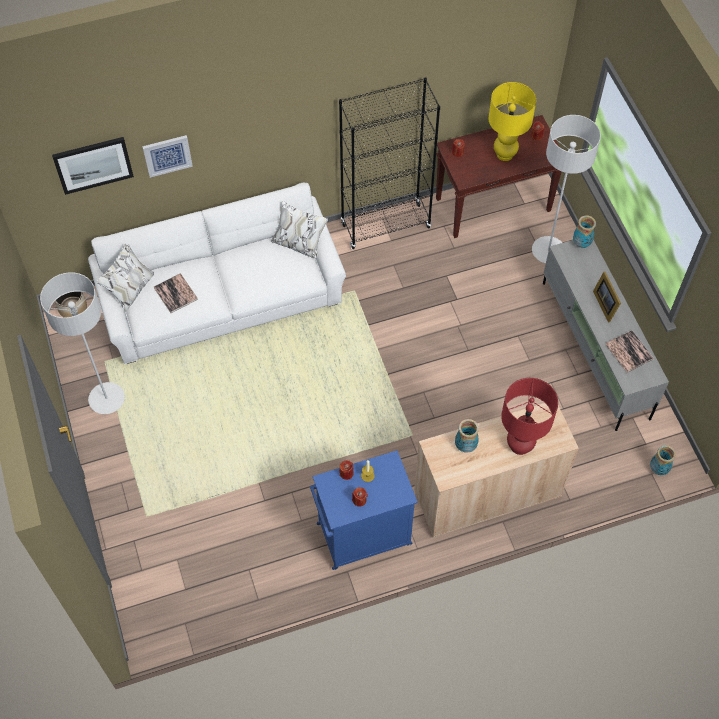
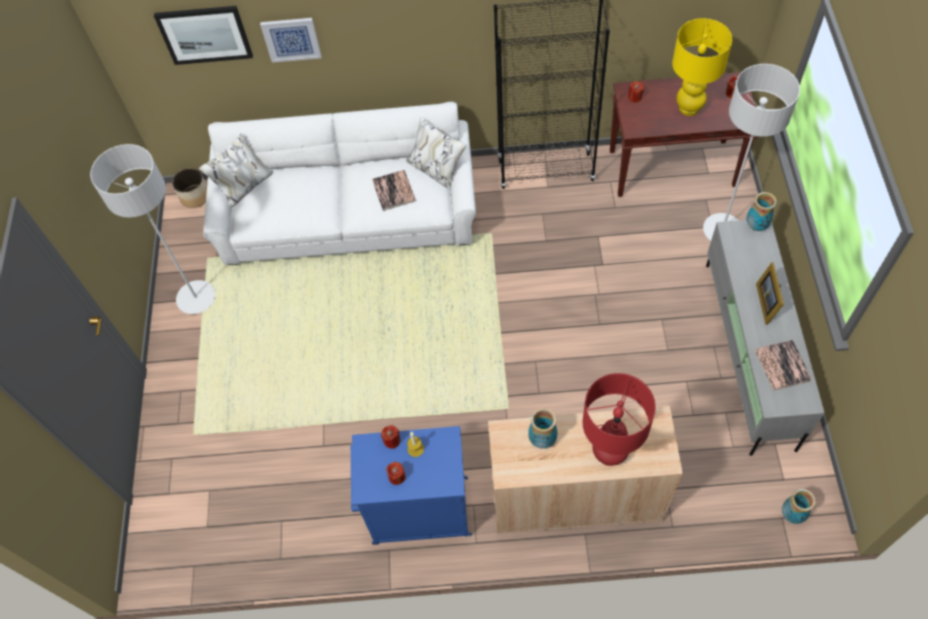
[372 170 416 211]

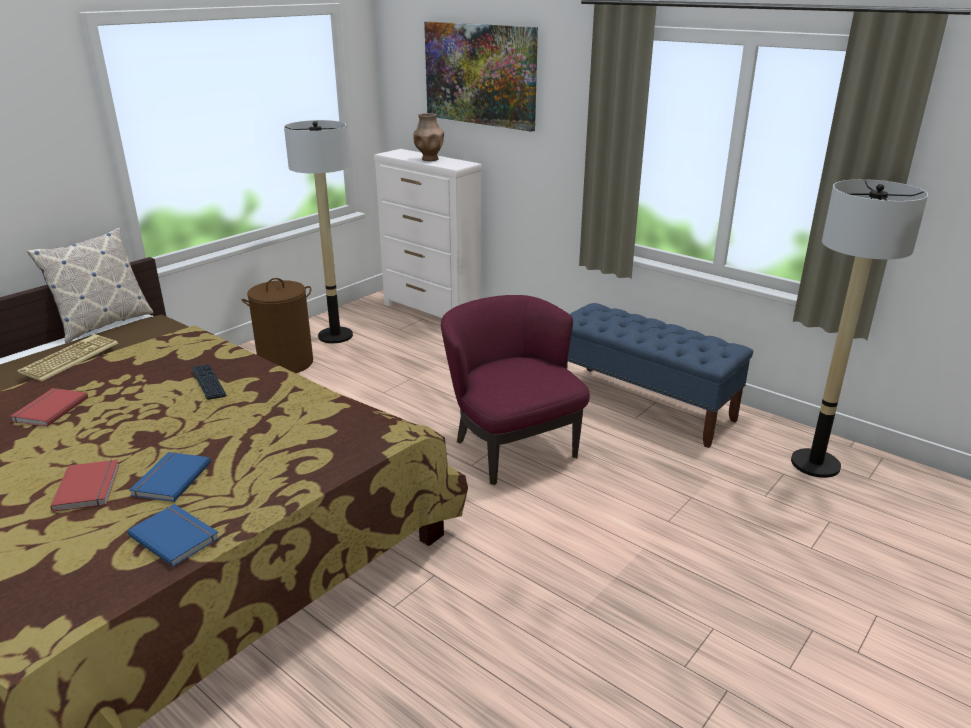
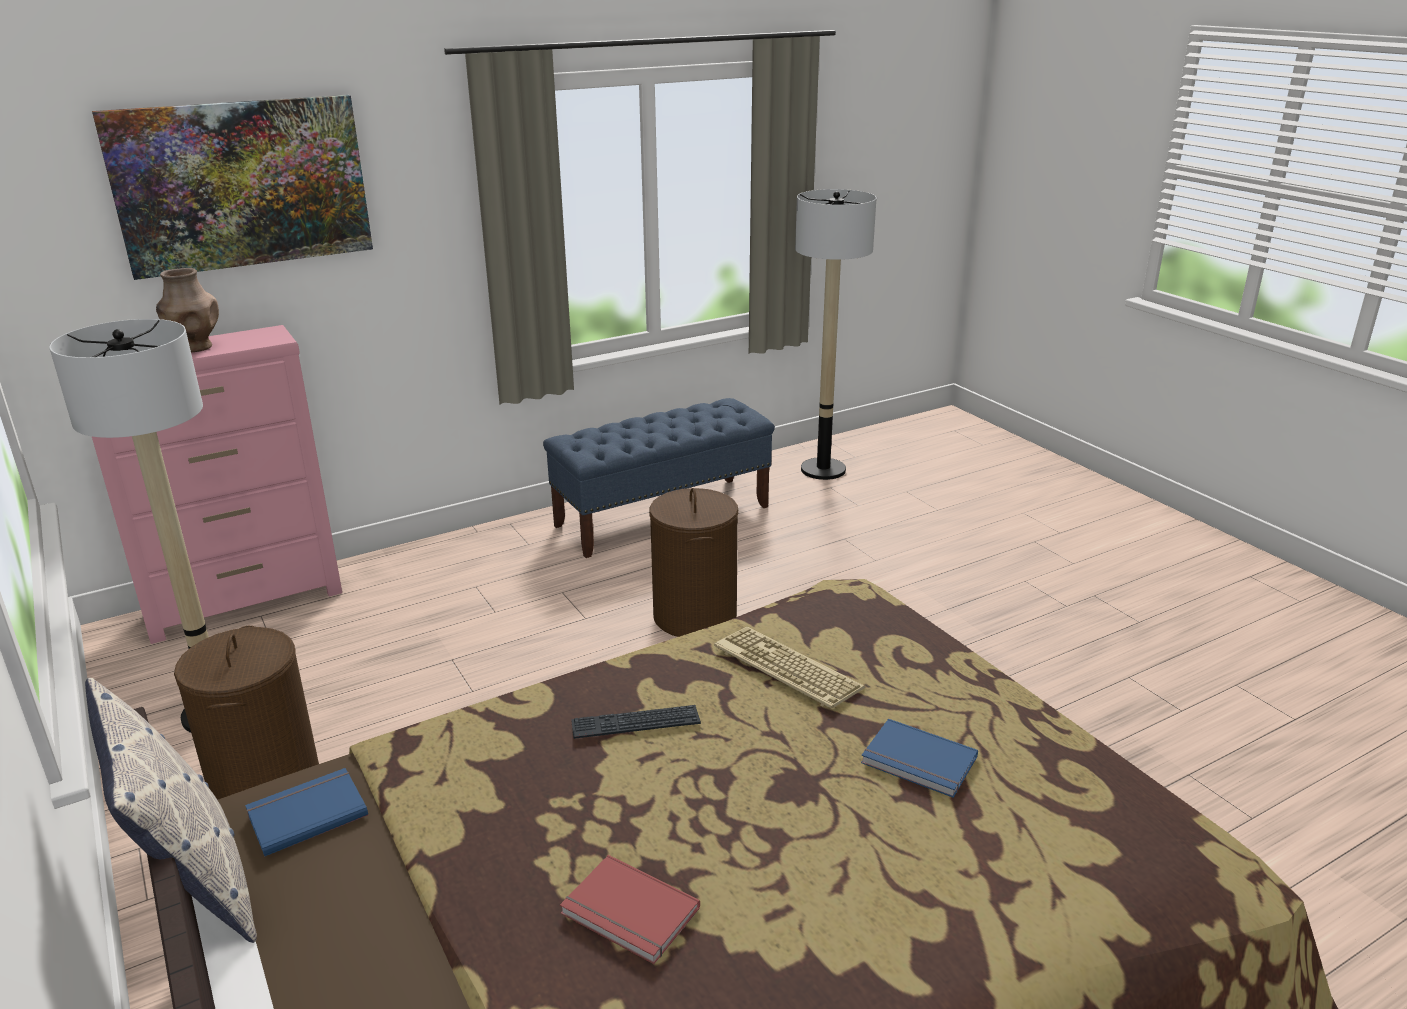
[714 627 865 709]
[50 460 119 512] (first image)
[245 768 368 856]
[92 325 342 644]
[649 488 738 637]

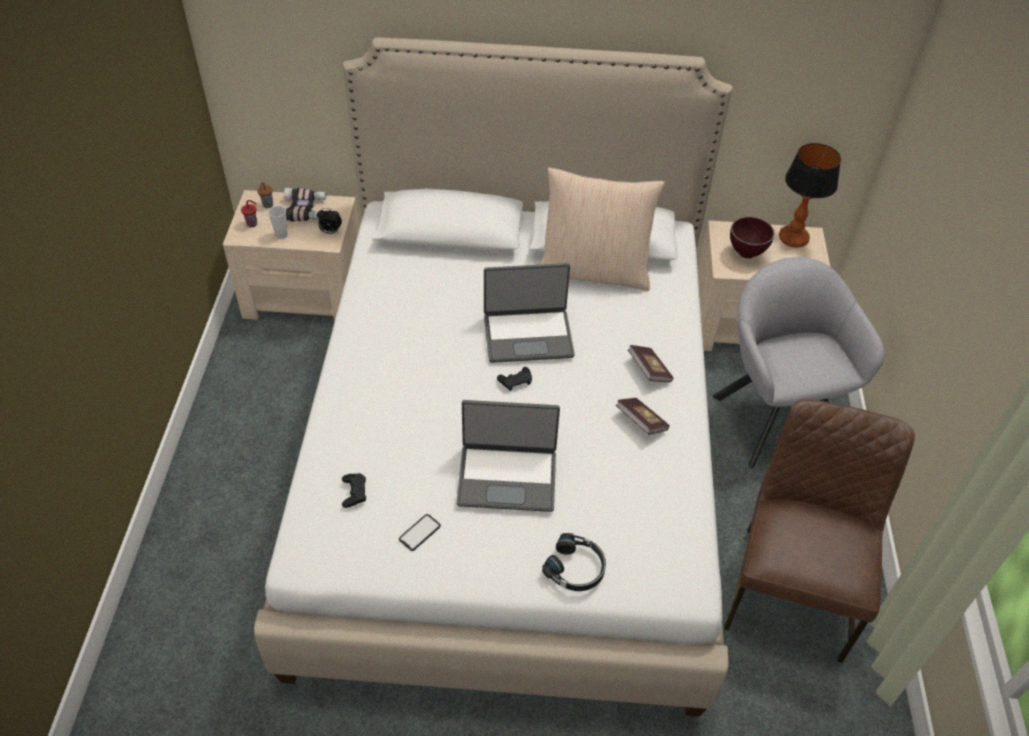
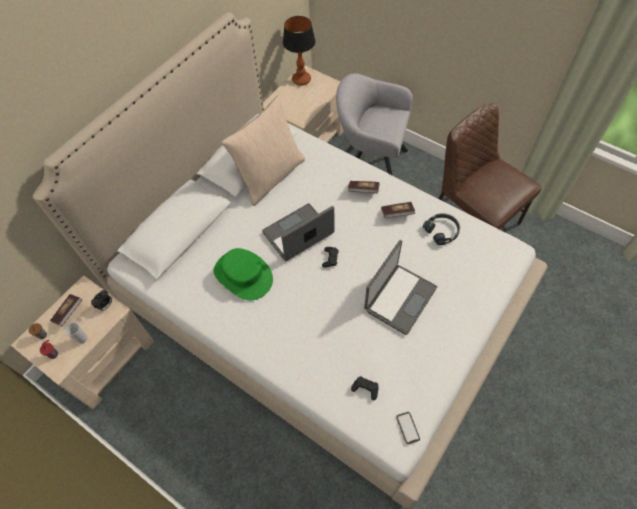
[50 294 83 326]
[396 412 420 444]
[262 203 334 261]
[423 213 460 245]
[730 217 775 259] (first image)
[214 248 273 300]

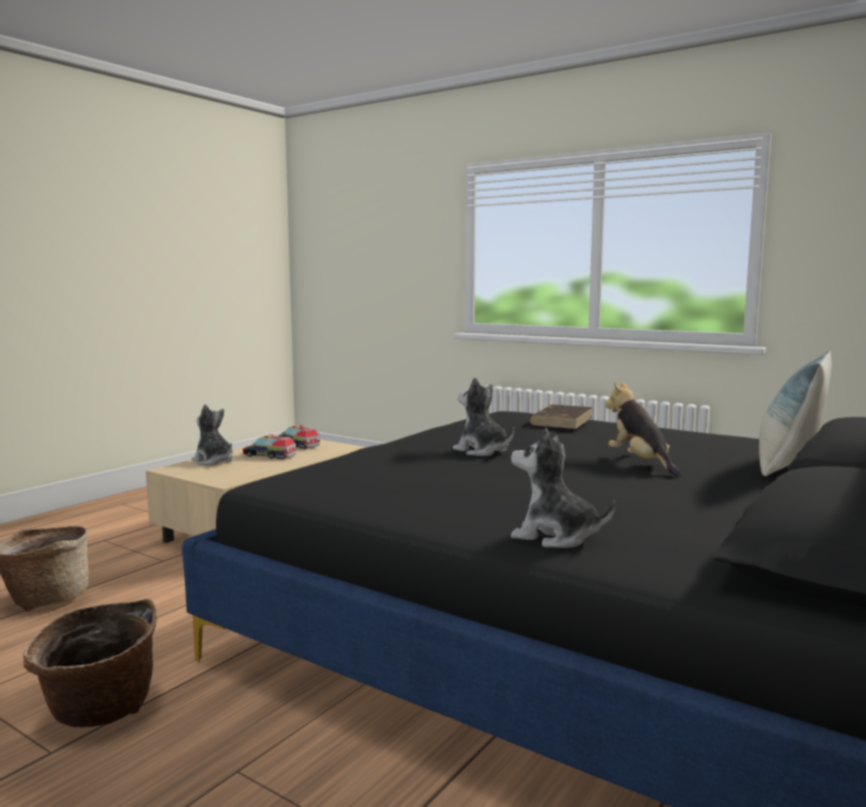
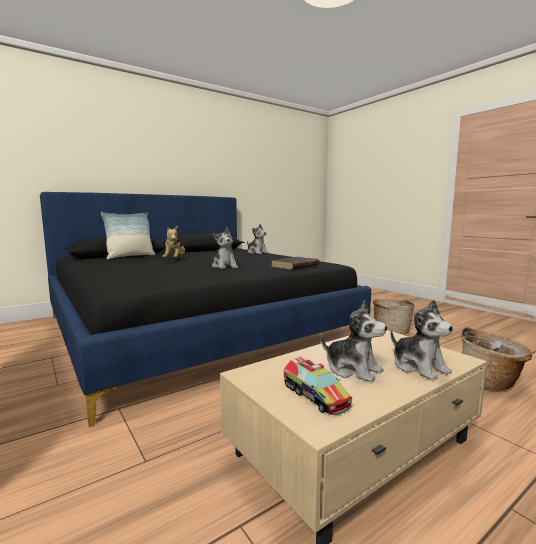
[321 301 387 382]
[271 257 320 270]

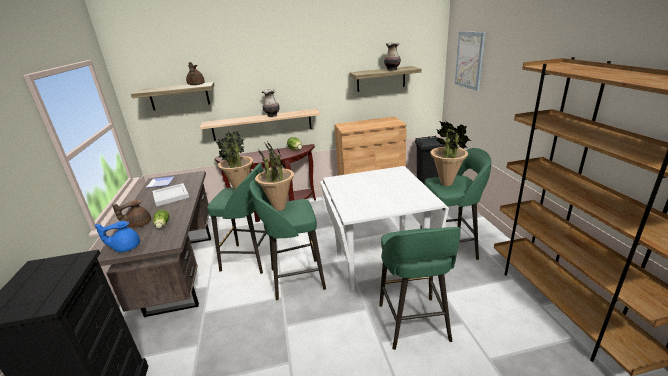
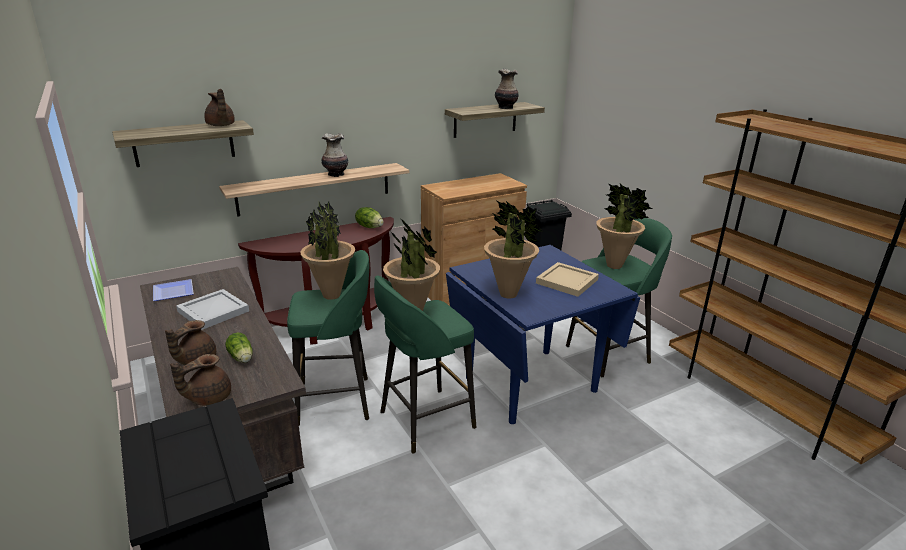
[170 354 231 406]
[446 245 640 424]
[379 227 461 350] (first image)
[455 31 485 91] (first image)
[484 201 544 299]
[536 262 599 297]

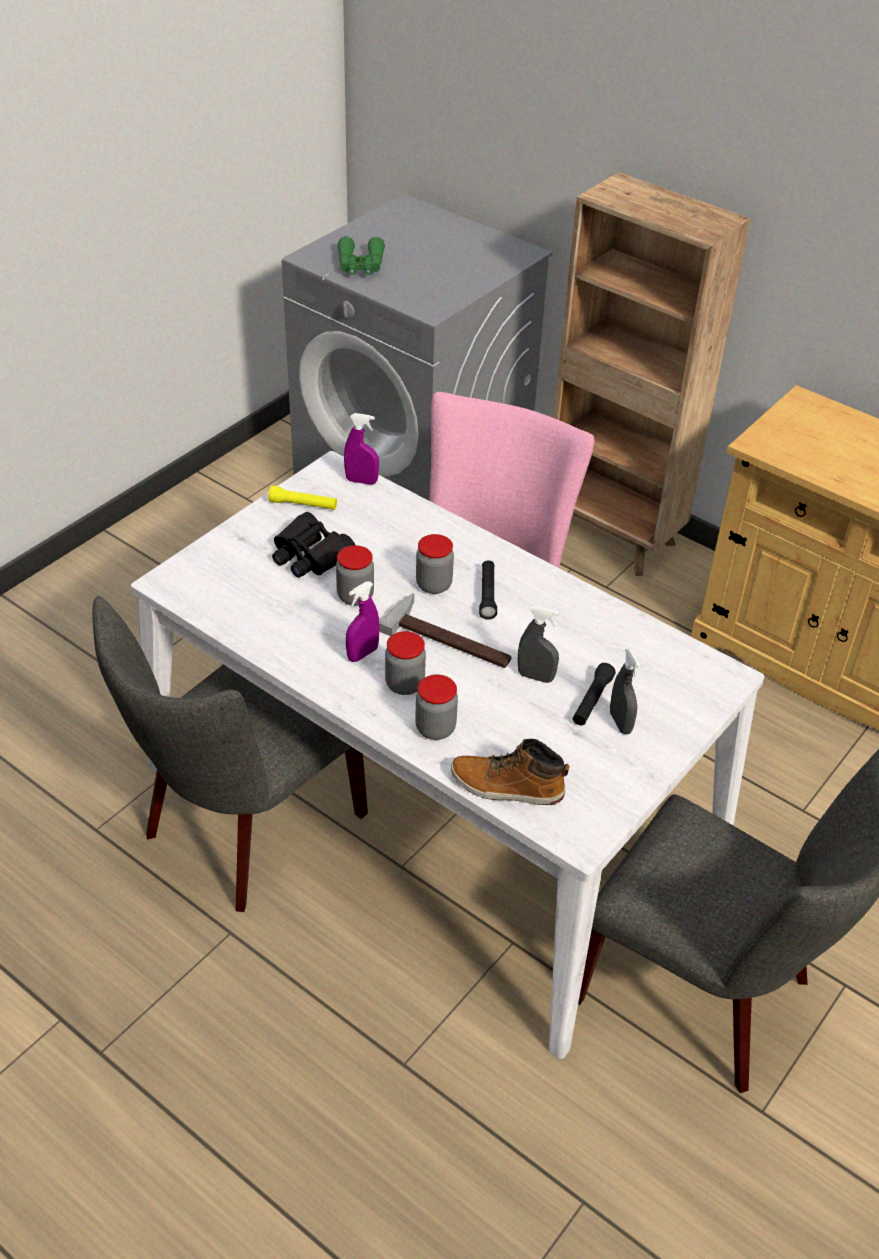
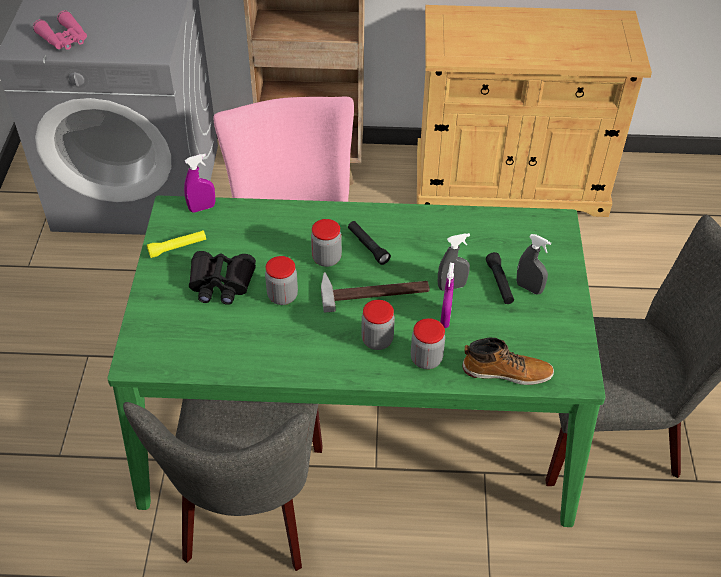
[107 196 605 527]
[33 10 87 50]
[440 263 454 328]
[463 337 554 385]

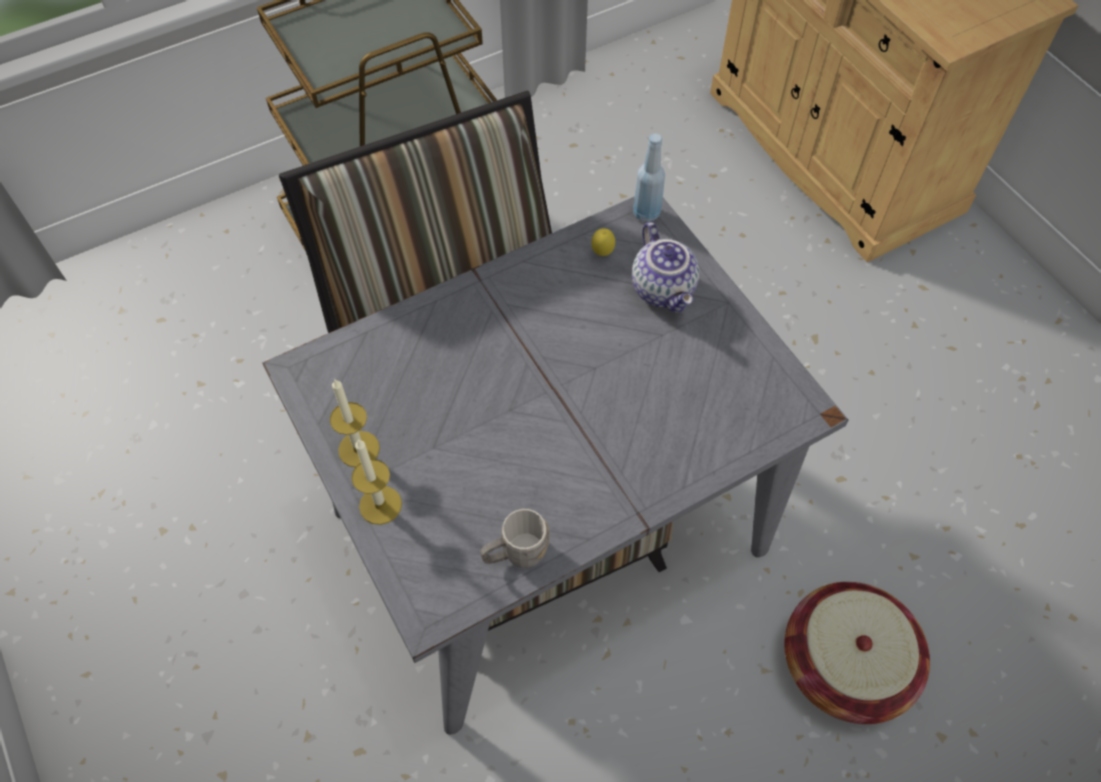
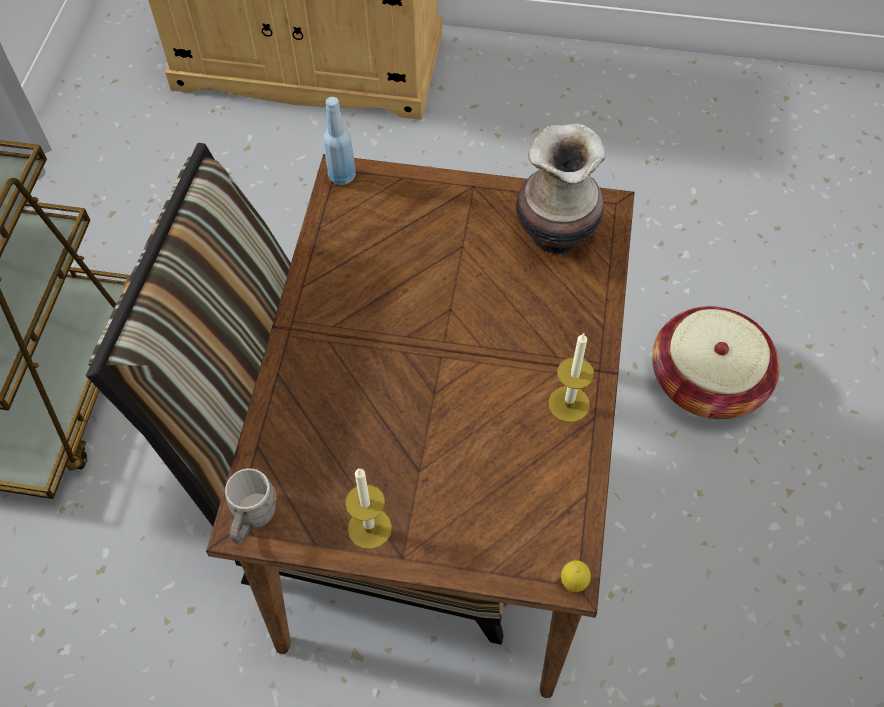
[206 154 635 698]
[549 333 594 422]
[225 468 277 544]
[561 560 591 592]
[632 222 700 313] (first image)
[516 123 606 255]

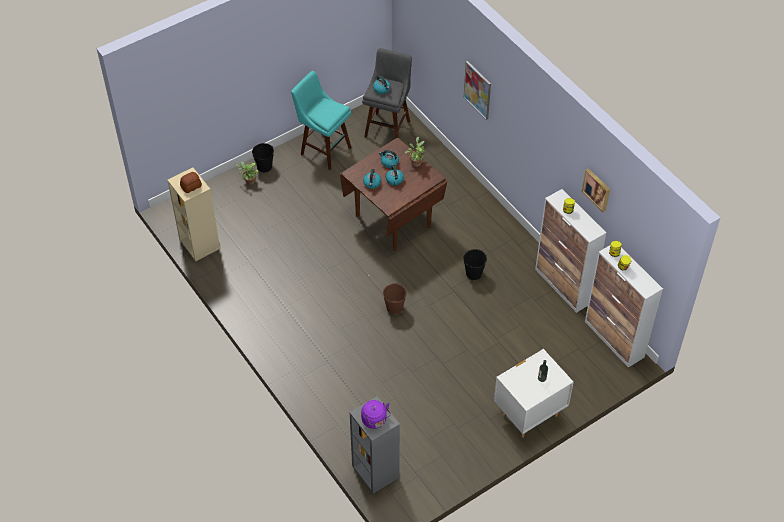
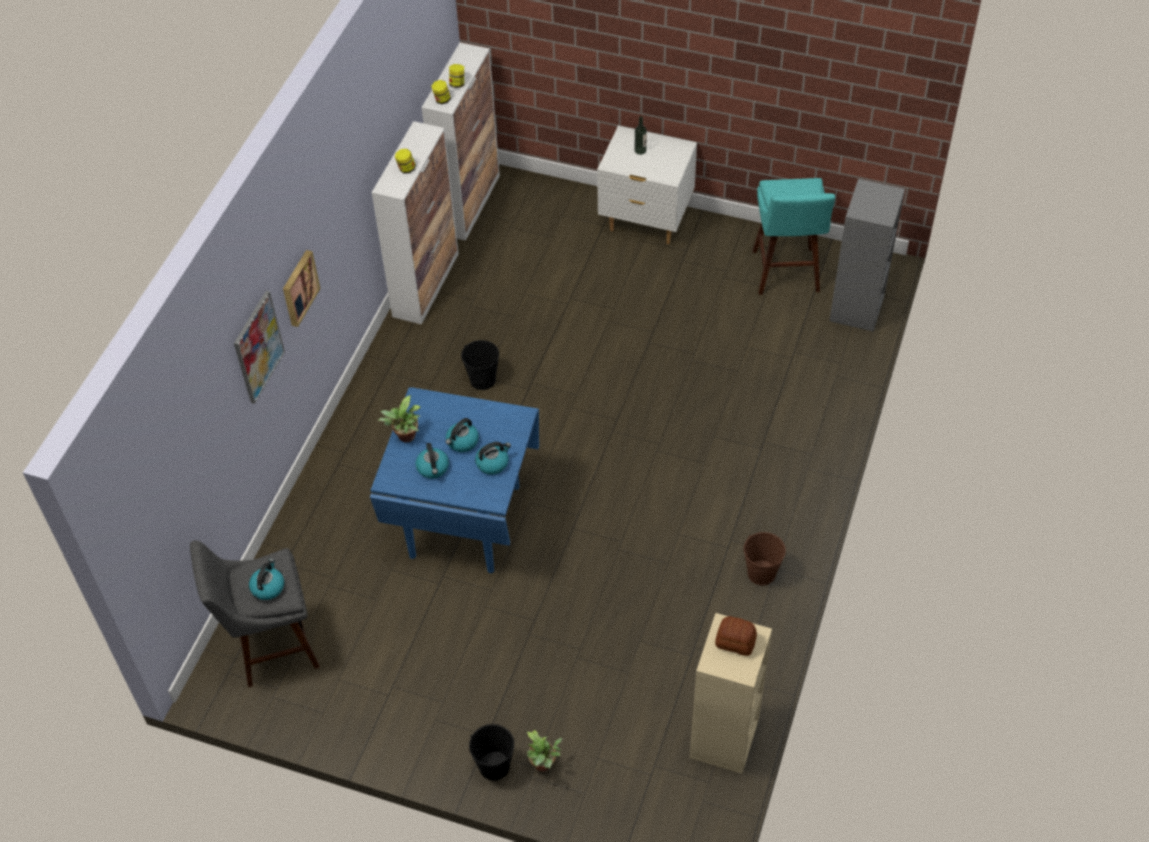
[752 178 835 295]
[370 387 539 573]
[361 400 391 429] (first image)
[744 532 786 585]
[283 250 320 327]

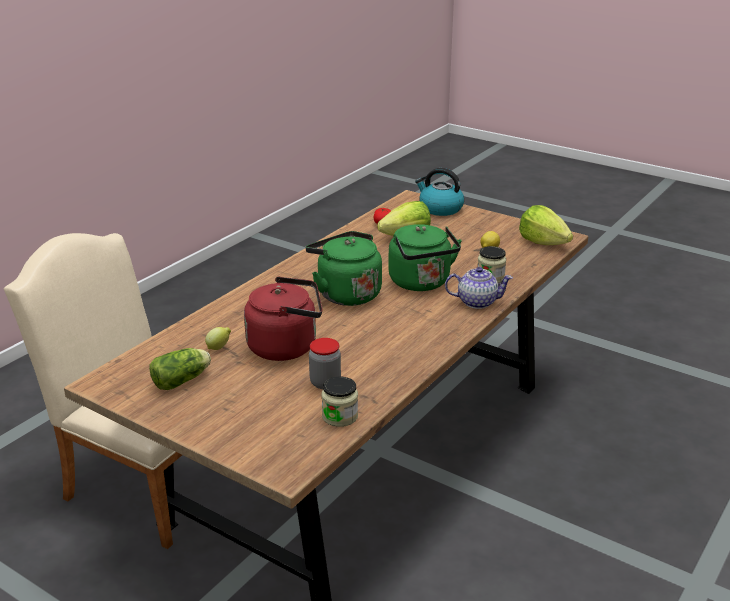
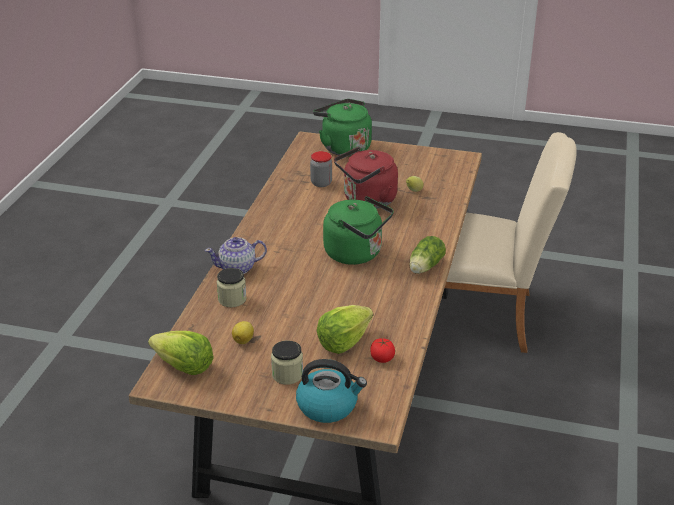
[409 236 446 274]
[271 340 303 385]
[313 99 372 156]

